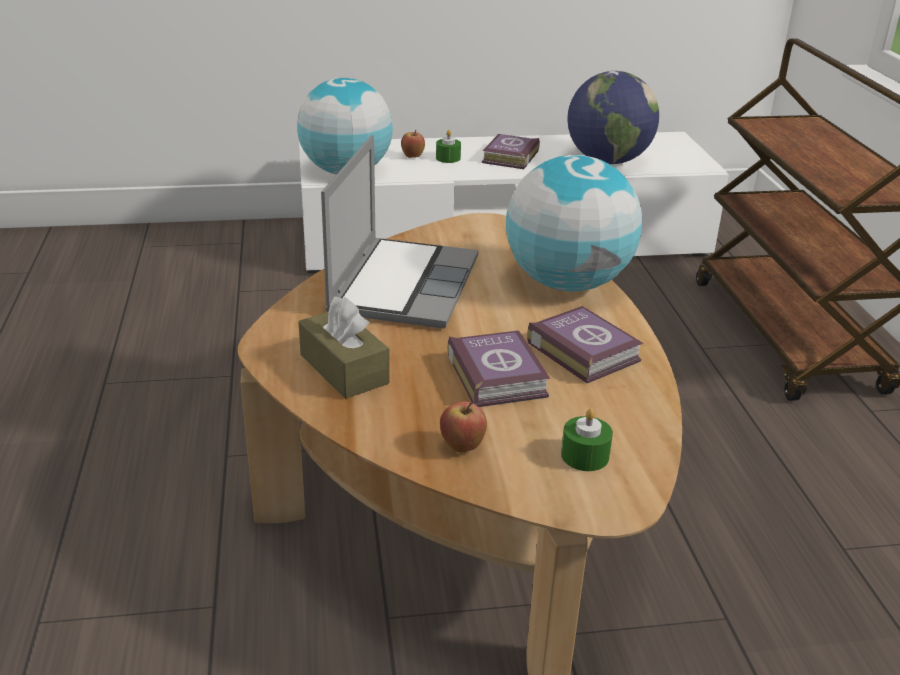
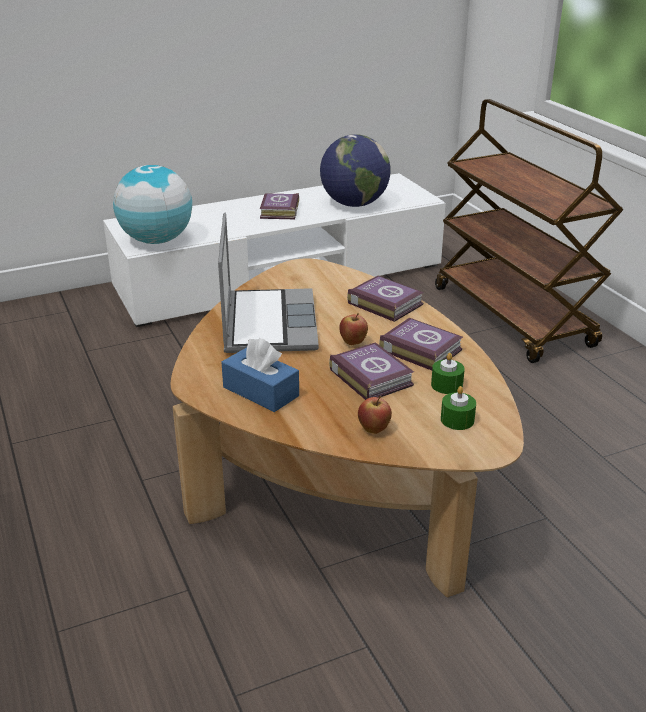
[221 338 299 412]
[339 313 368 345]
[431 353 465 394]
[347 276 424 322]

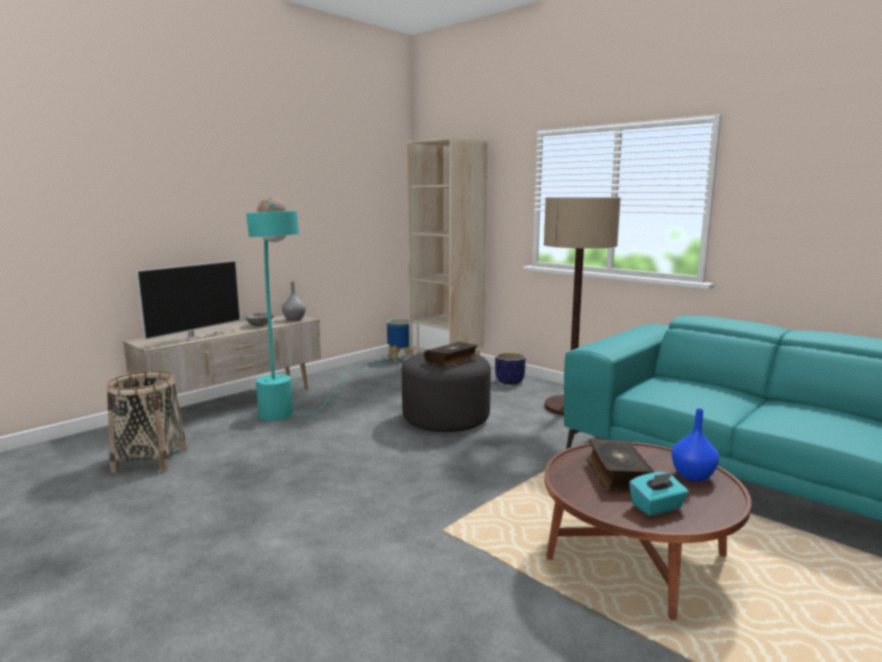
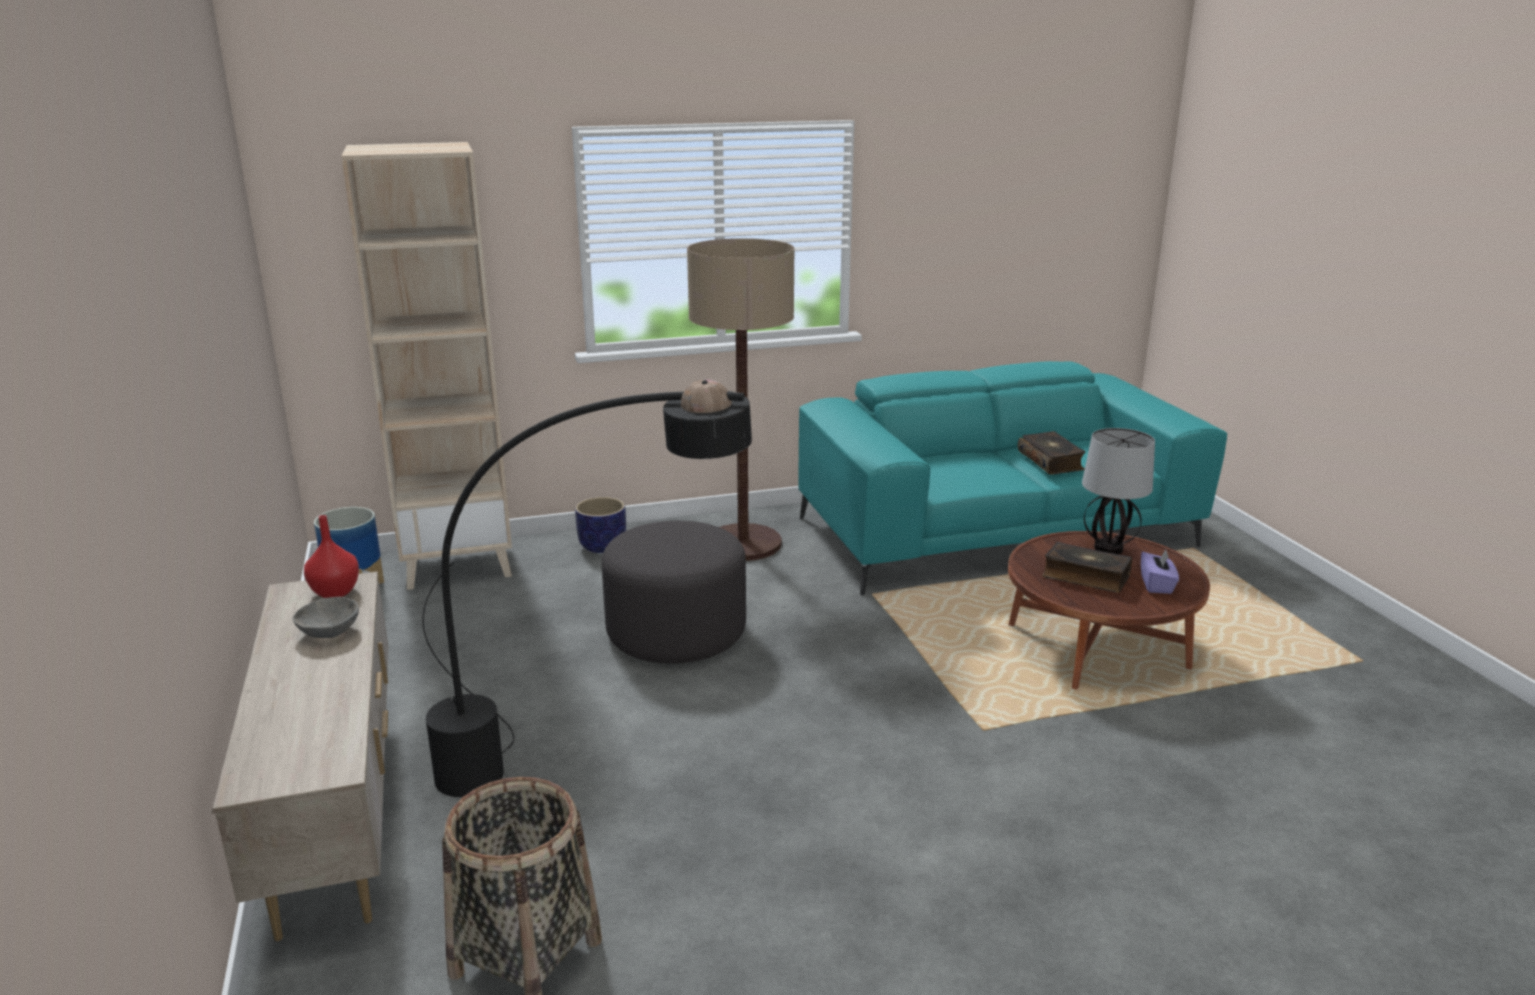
[136 260 241 344] (first image)
[422 379 752 797]
[304 515 359 598]
[1018 431 1086 475]
[1141 549 1179 594]
[1082 428 1155 554]

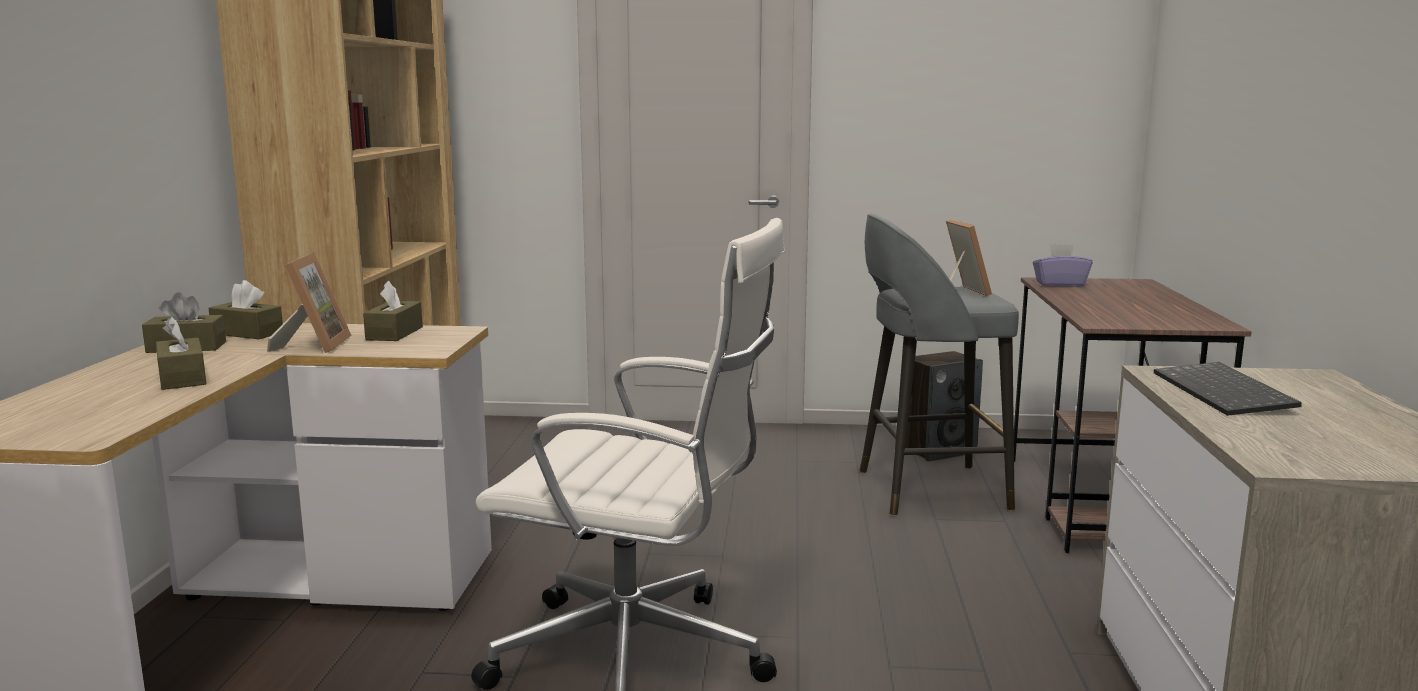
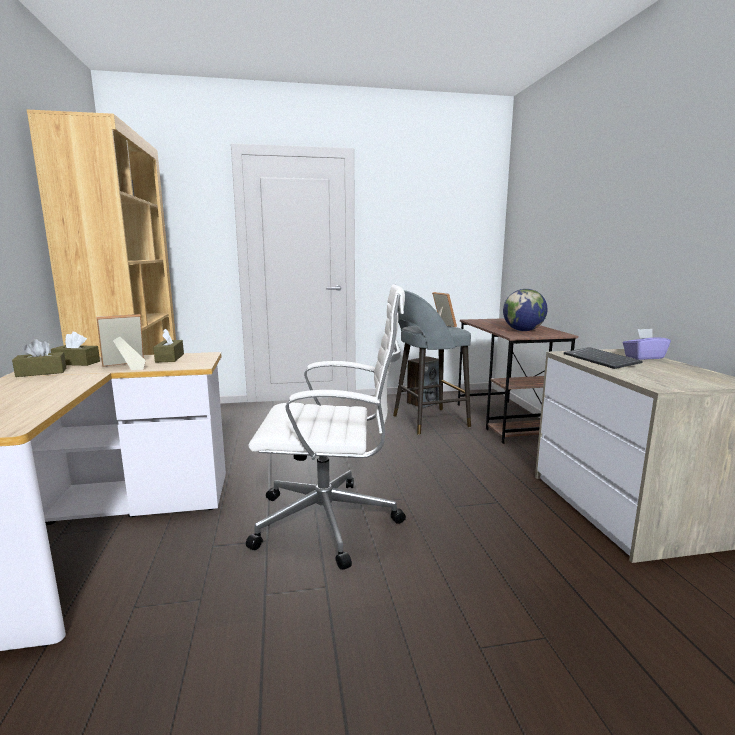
[156 317 206 390] (first image)
[96 314 146 370]
[623 329 671 360]
[503 289 547 331]

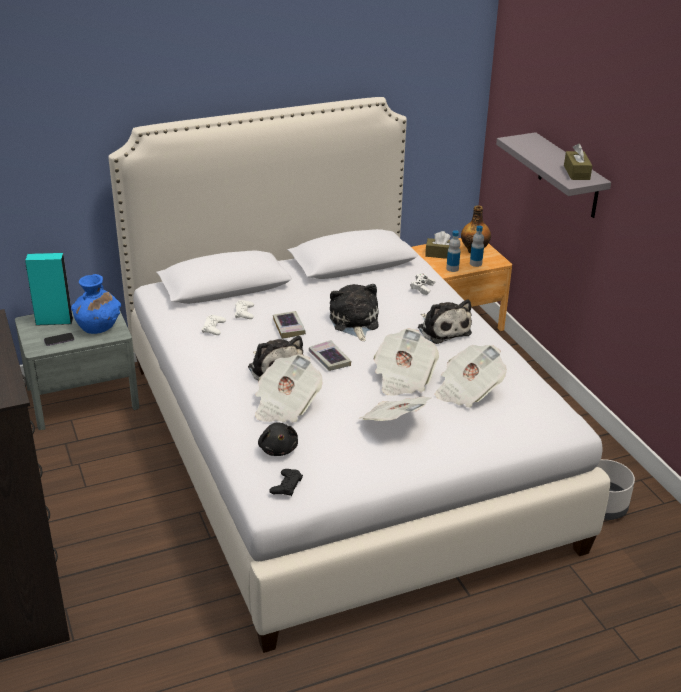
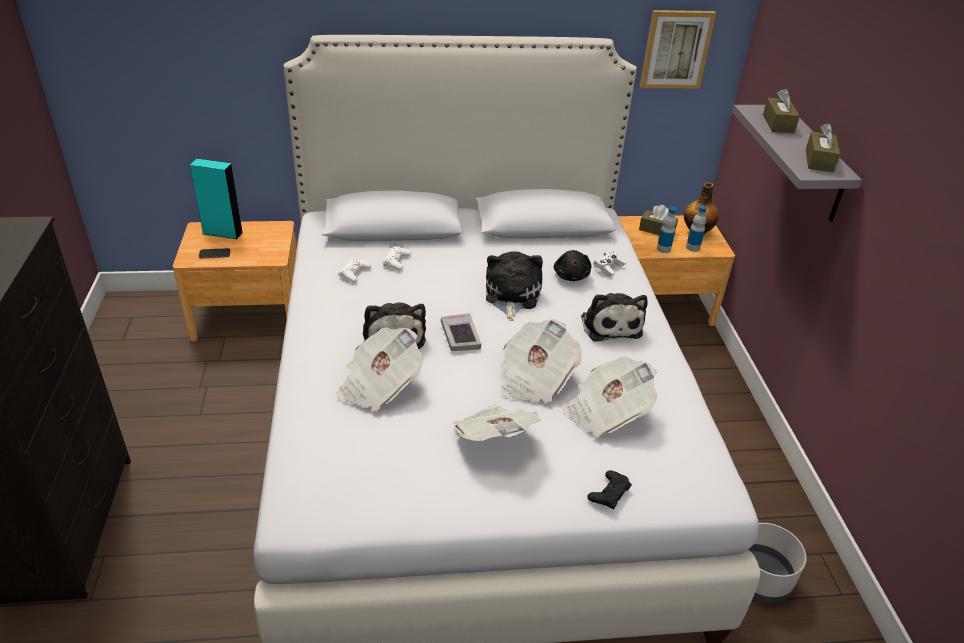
[173 221 297 342]
[71 274 121 334] (first image)
[554 250 591 281]
[588 470 632 509]
[273 311 306 339] (first image)
[640 10 716 88]
[763 88 800 133]

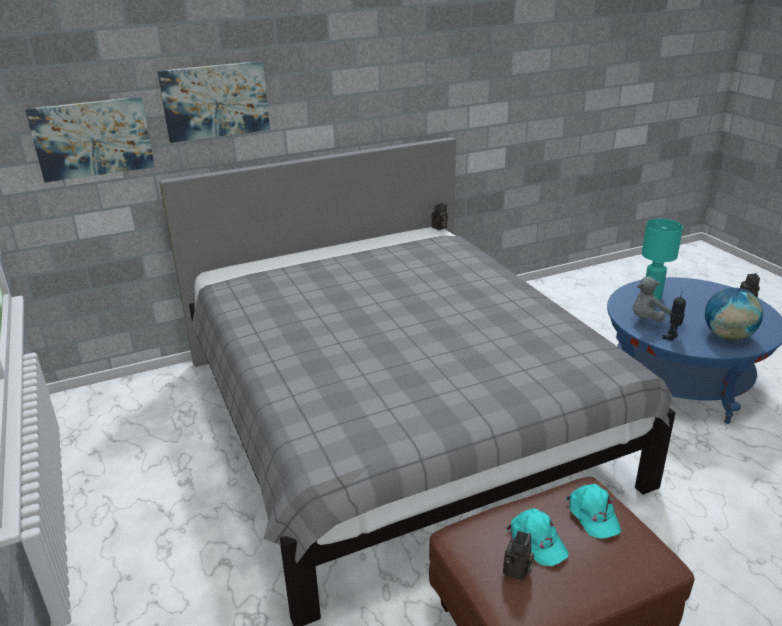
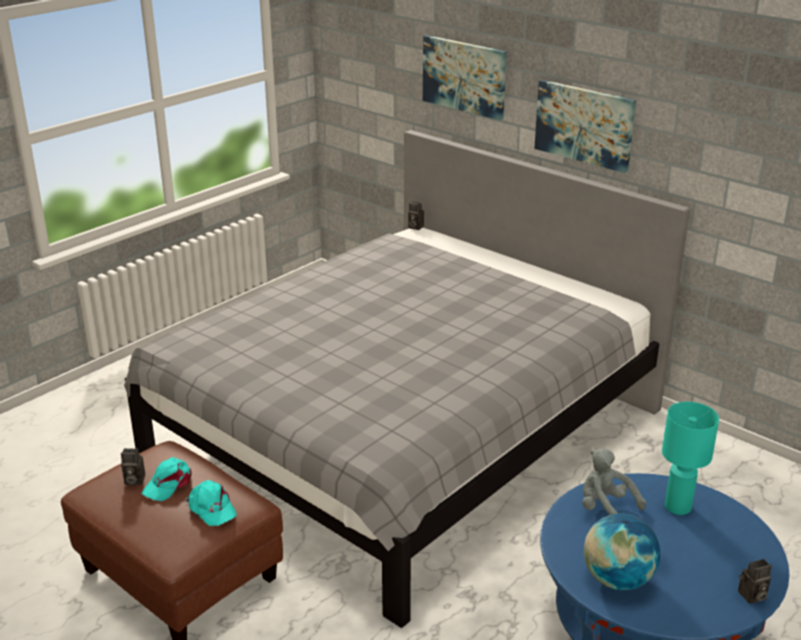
[534 80 636 173]
[408 202 424 230]
[186 480 237 526]
[662 292 686 340] (first image)

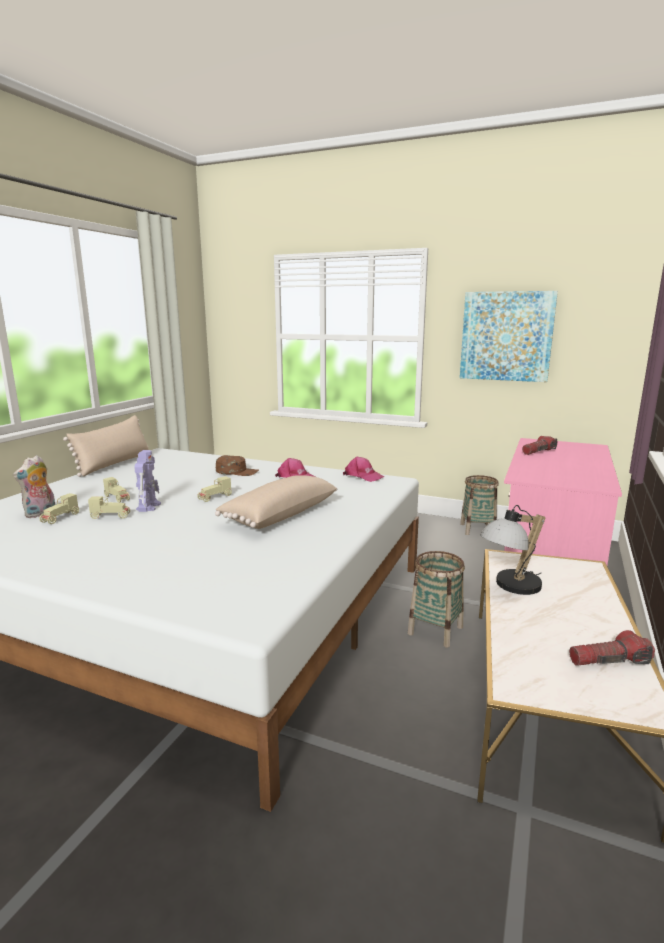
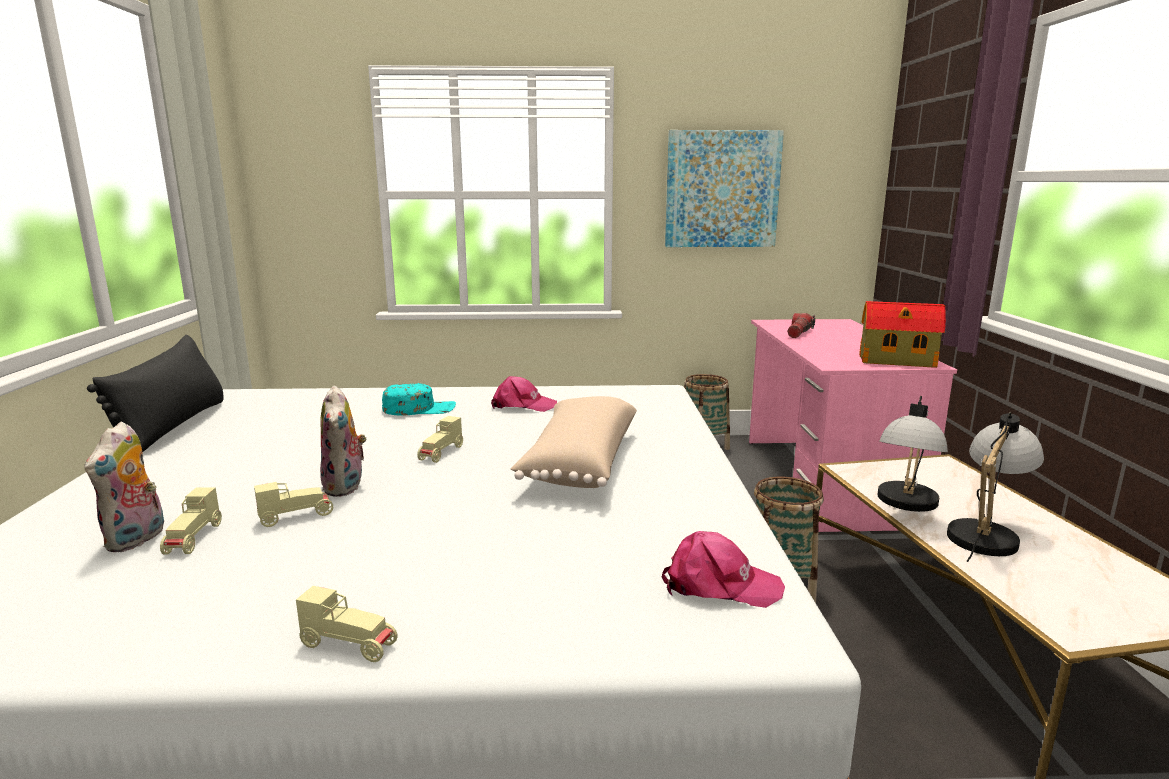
[87 335 224 453]
[296 586 398 662]
[320 386 366 497]
[382 383 456 416]
[662 531 785 608]
[569 630 655 665] (first image)
[859 301 946 368]
[947 412 1044 562]

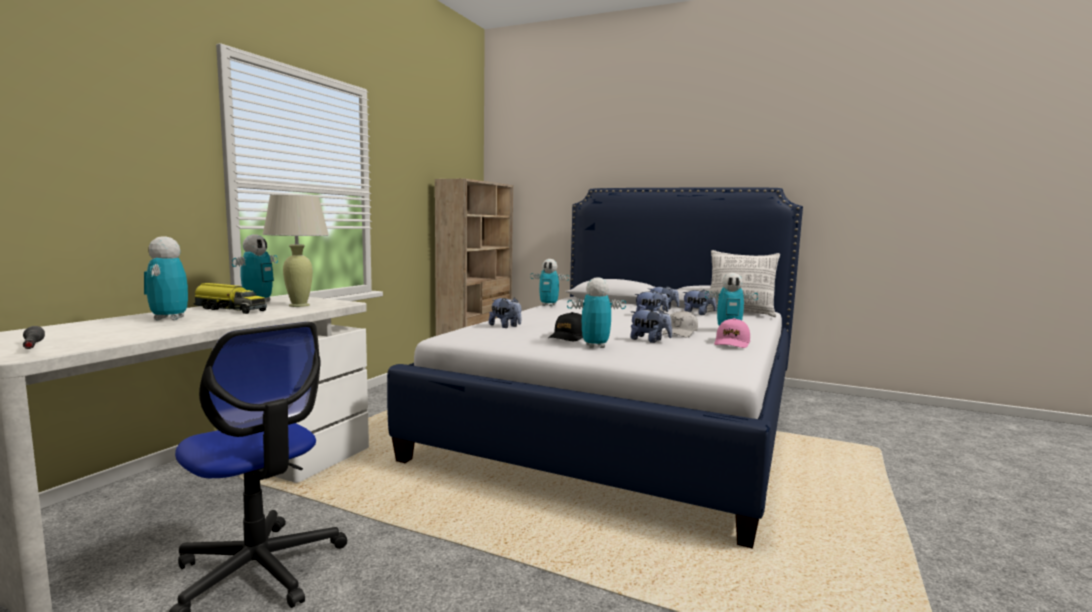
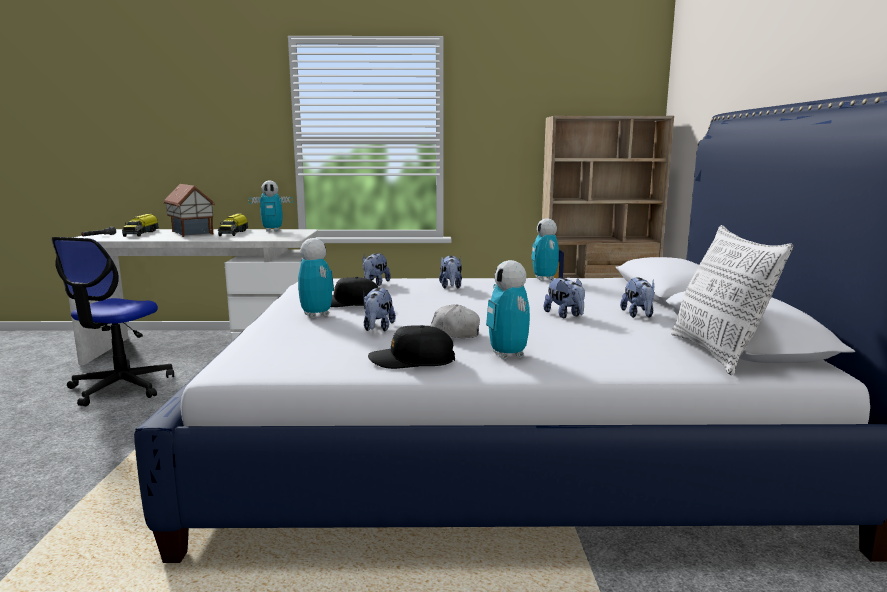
[163 184 215 237]
[263 194 329 307] (first image)
[439 255 462 289]
[368 325 455 369]
[122 214 159 237]

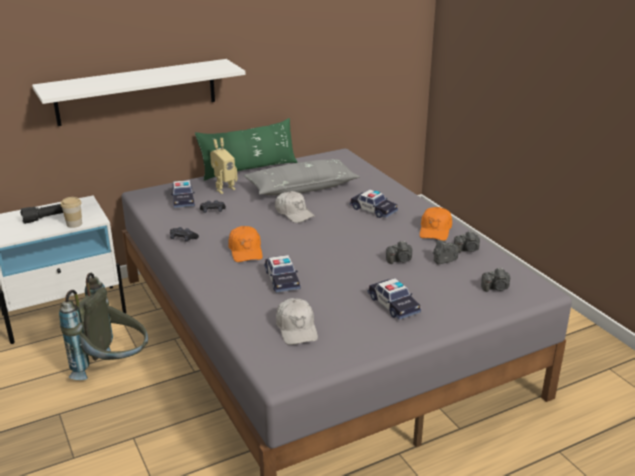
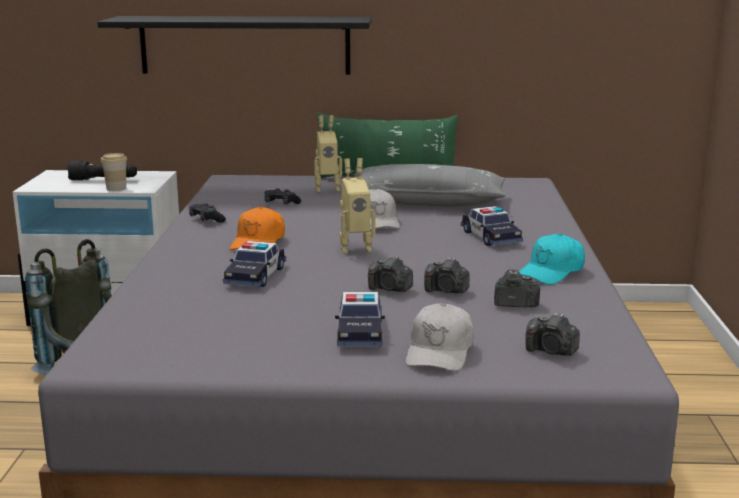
[97 16 372 75]
[171 180 195 208] (first image)
[405 303 474 371]
[519 233 585 285]
[368 256 413 292]
[340 158 376 253]

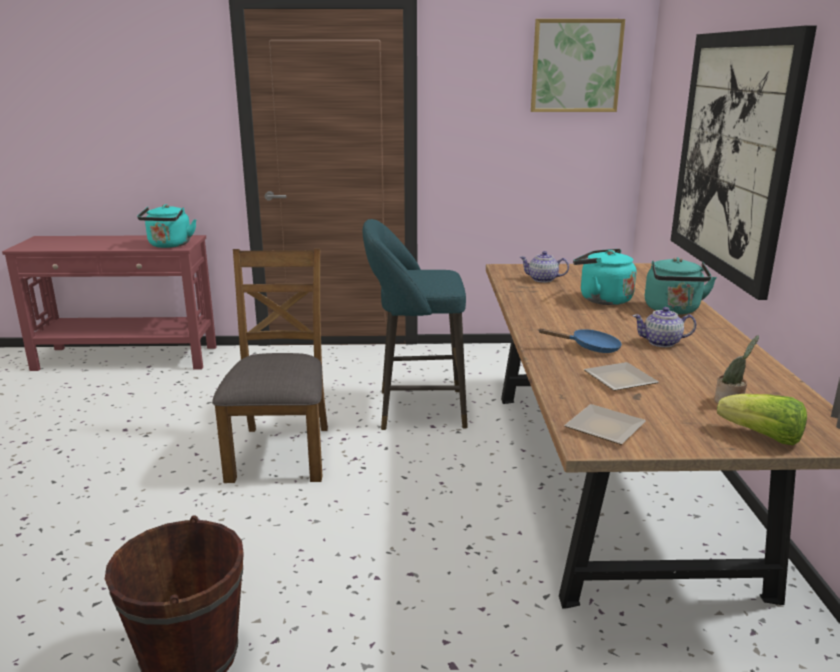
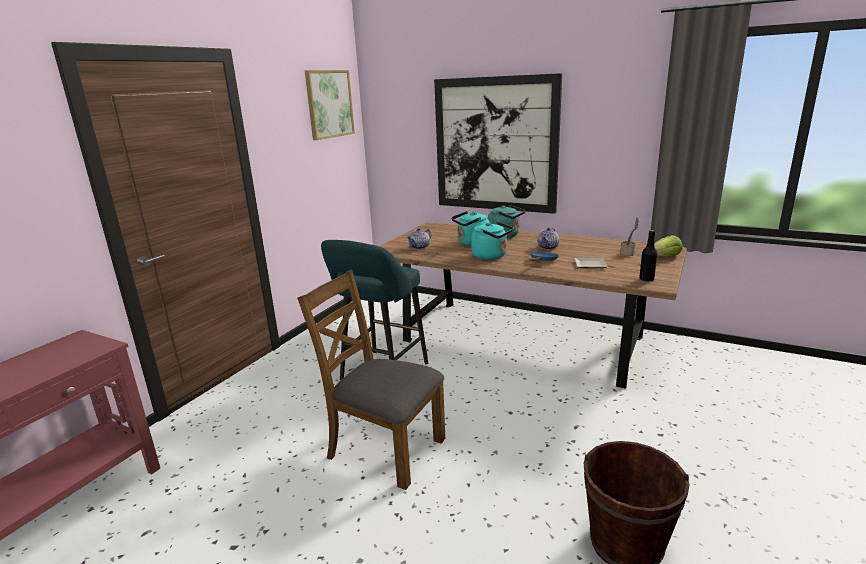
[471 221 514 260]
[639 230 657 282]

